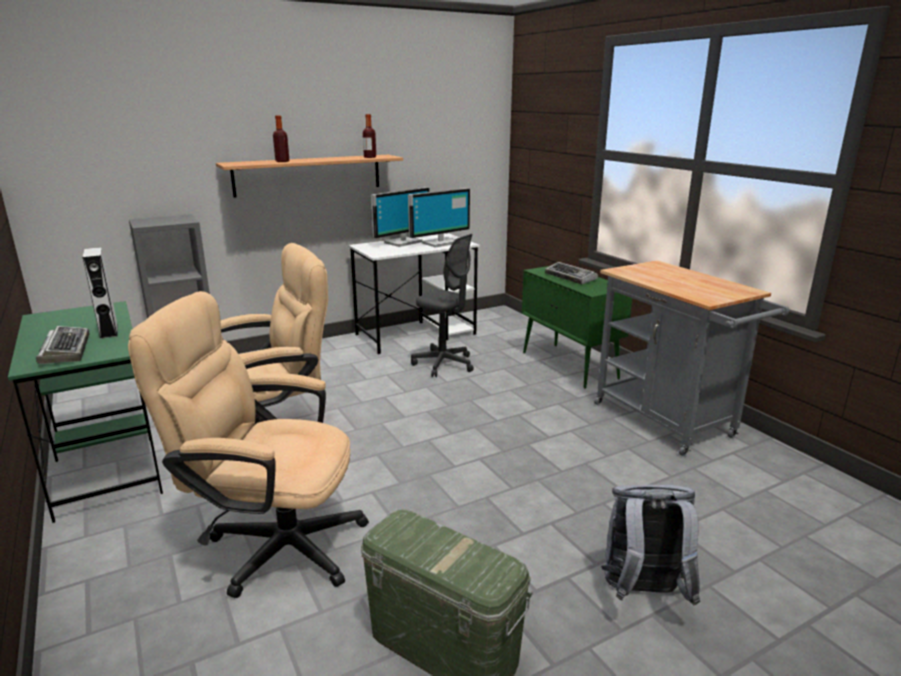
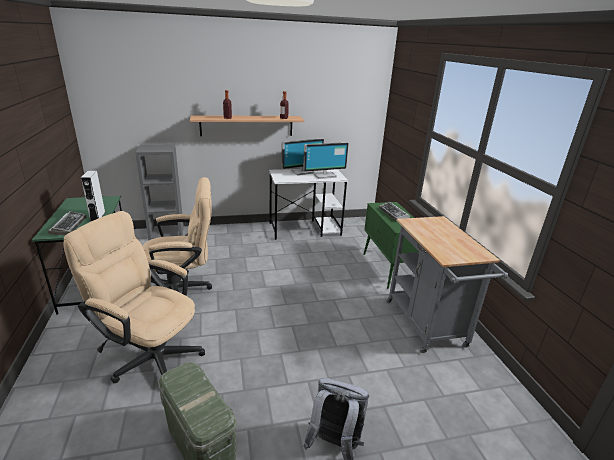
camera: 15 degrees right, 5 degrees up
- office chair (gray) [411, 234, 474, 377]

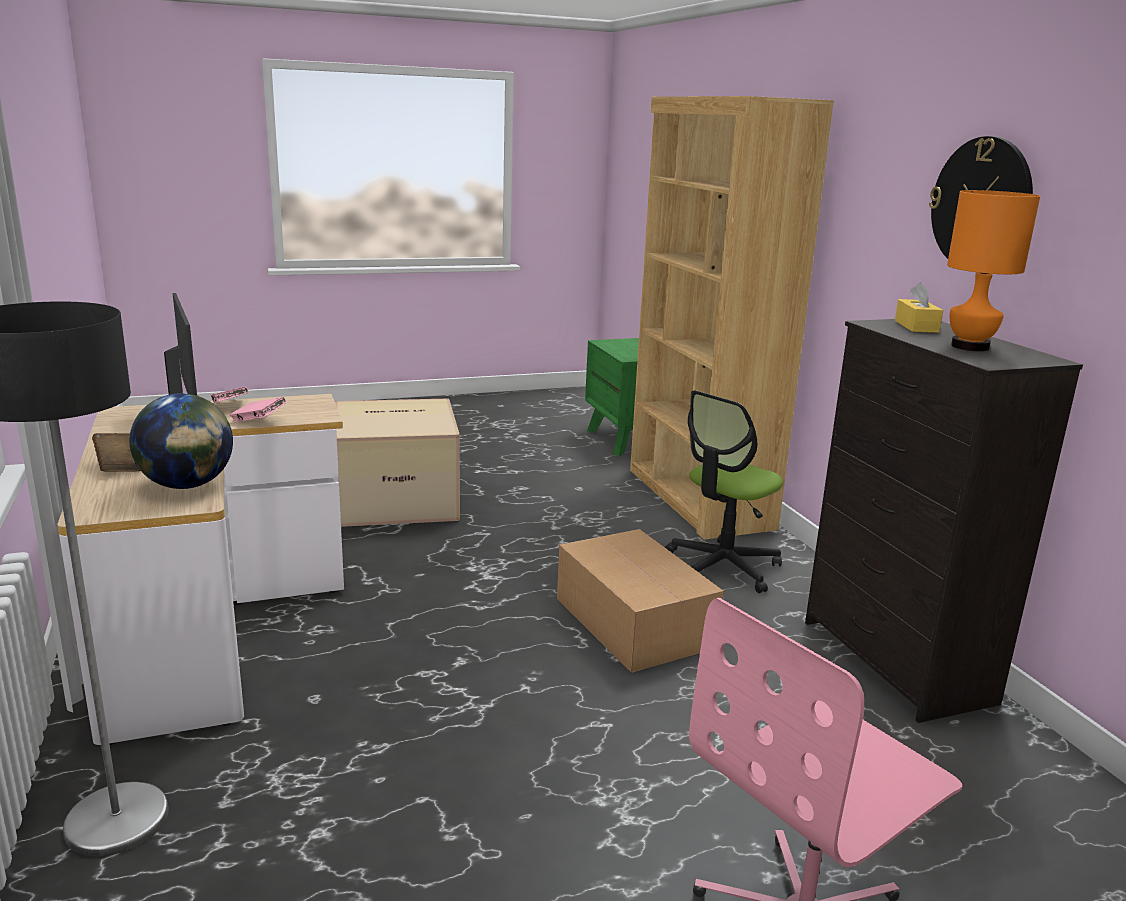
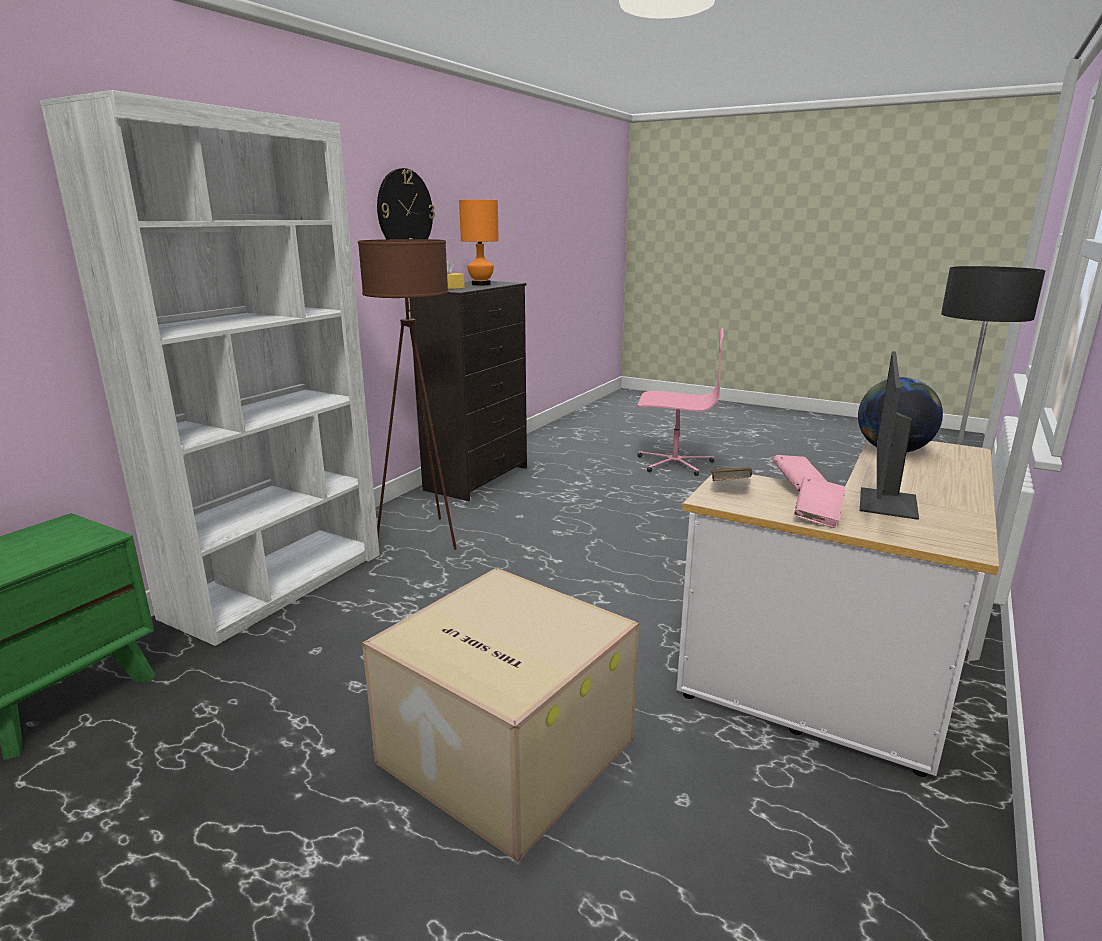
camera: 130 degrees left, 0 degrees up
~ shelving unit (brownish) [630, 96, 834, 540] to shelving unit (white-coloured) [40, 90, 380, 646]
~ office chair [665, 390, 783, 593] to standard lamp (brownish) [358, 239, 457, 550]
~ volume (brownish) [92, 433, 140, 472] to [711, 467, 752, 481]
- cardboard box [557, 529, 724, 673]

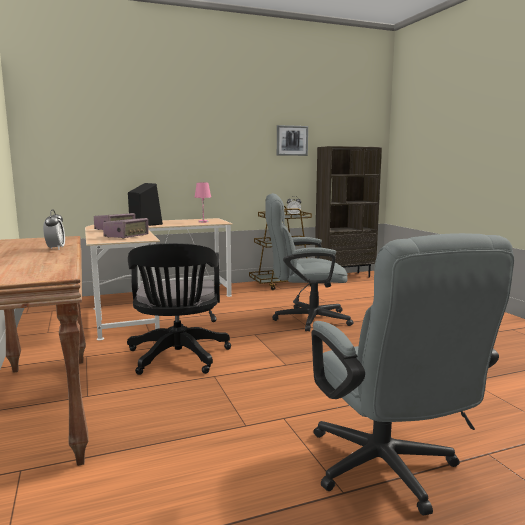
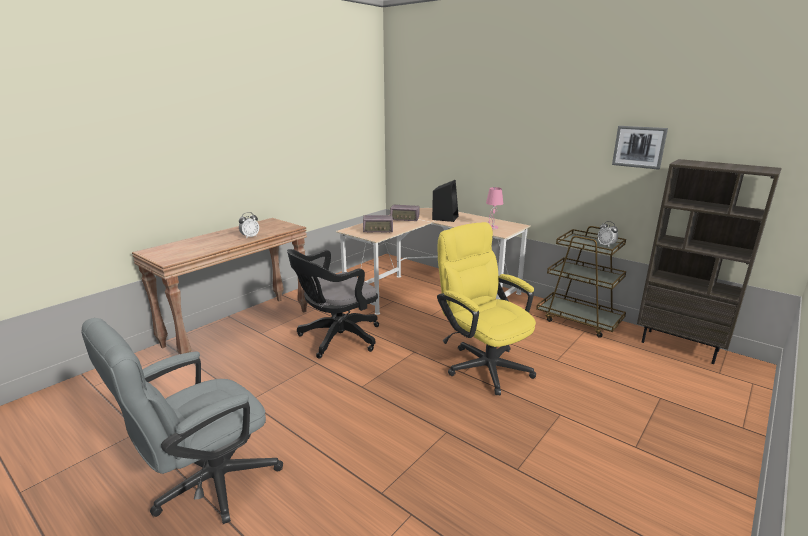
camera: 60 degrees right, 10 degrees up
~ office chair (gray) [265, 193, 354, 332] to office chair (yellow) [437, 222, 536, 395]

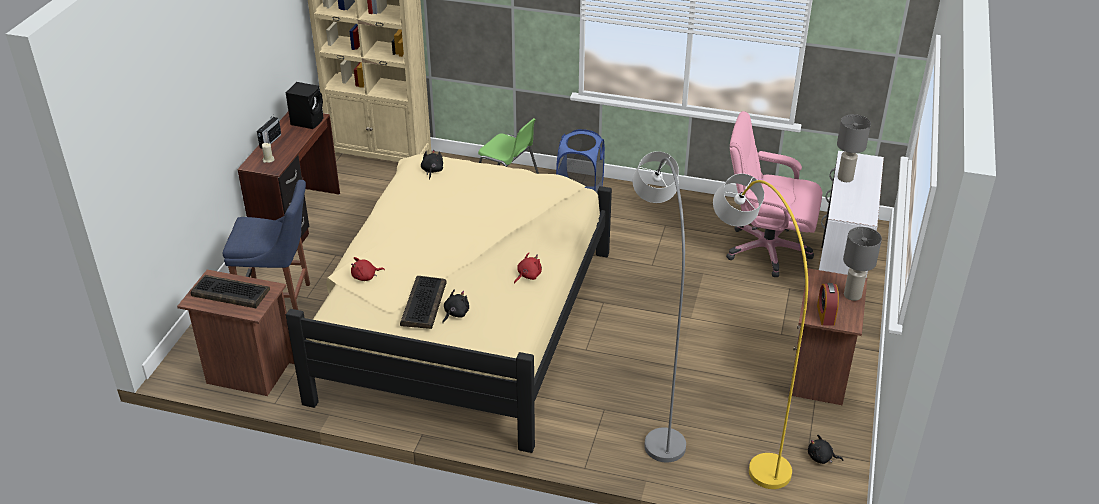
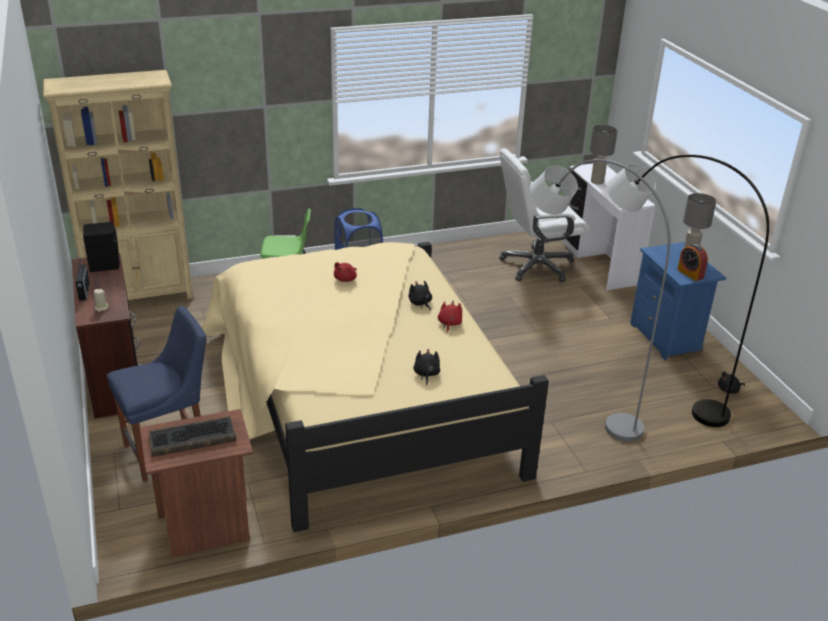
camera: 35 degrees left, 5 degrees down
~ office chair (pinkish) [726, 111, 822, 277] to office chair (white-coloured) [499, 149, 590, 282]
~ cuddly toy (blackish) [421, 150, 443, 180] to [408, 281, 432, 311]
~ standard lamp (yellow) [713, 174, 808, 489] to standard lamp (gray) [607, 154, 769, 427]
~ cuddly toy (reddish) [351, 257, 385, 281] to [334, 262, 357, 282]
~ nightstand (brownish) [789, 268, 867, 405] to nightstand (blue-coloured) [630, 242, 726, 360]
- computer keyboard [400, 276, 447, 329]

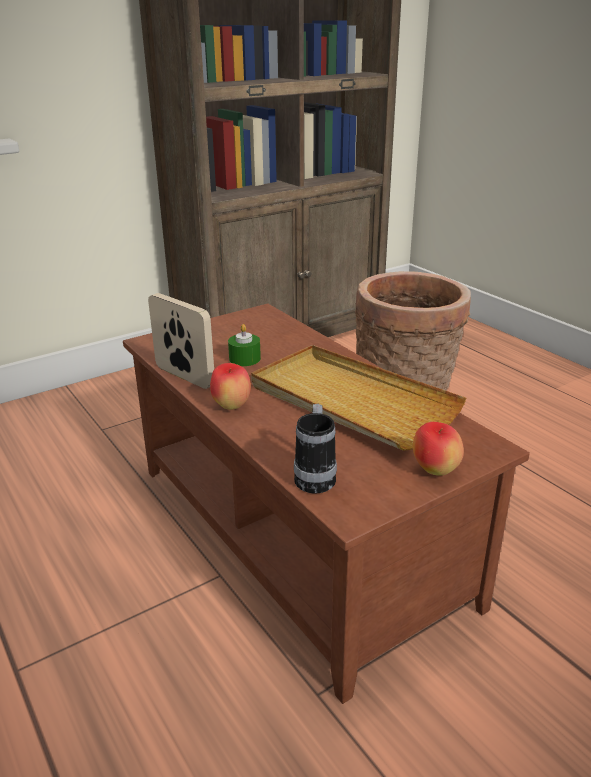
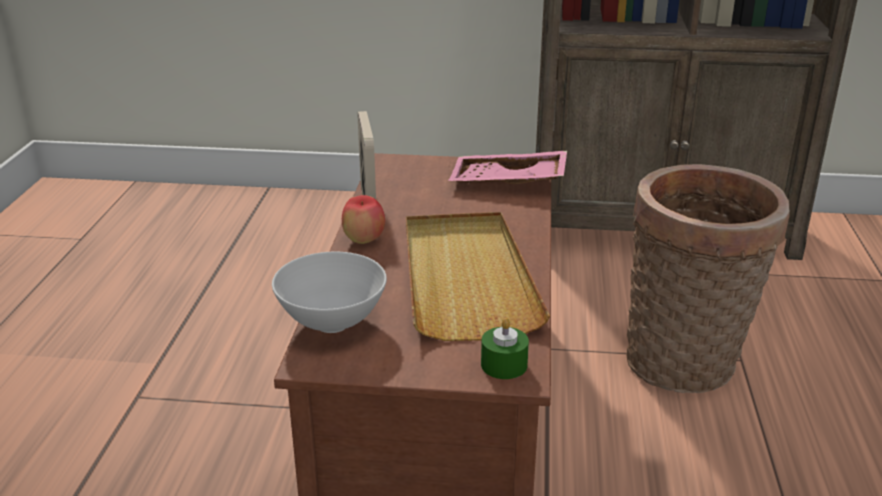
camera: 40 degrees right, 0 degrees up
~ wax light (green) [228, 324, 261, 366] to [481, 318, 529, 379]
~ mug [294, 404, 337, 493] to serving bowl (white-coloured) [272, 252, 387, 333]
- apple fruit [413, 422, 464, 476]
+ serving tray (pinkish) [448, 151, 567, 184]

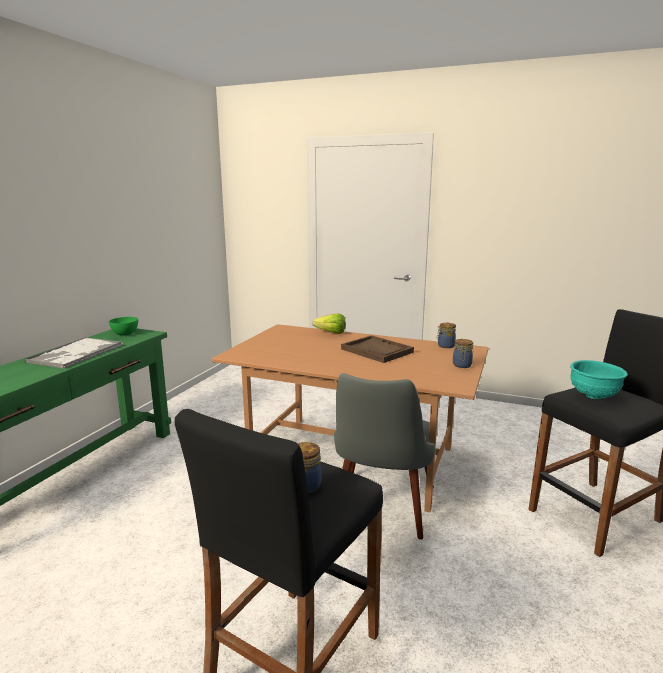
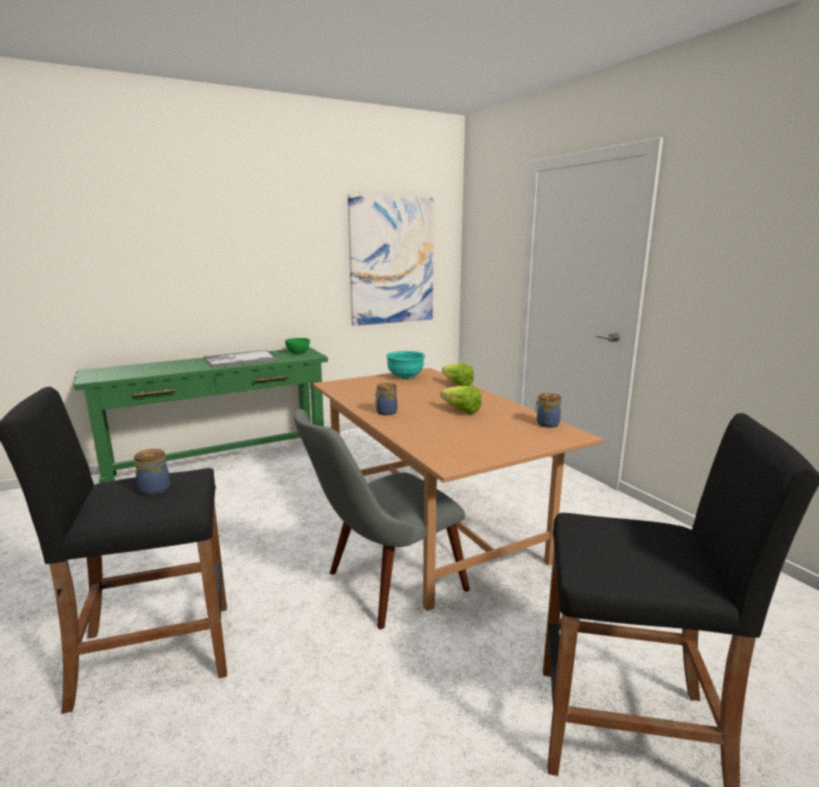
camera: 40 degrees right, 0 degrees up
~ serving tray (brownish) [341, 335, 414, 363] to lettuce head [440, 386, 481, 414]
~ storage jar [453, 339, 473, 368] to [375, 383, 398, 415]
~ serving bowl (blue-green) [570, 360, 628, 399] to [386, 351, 425, 379]
+ wall picture [348, 194, 434, 326]

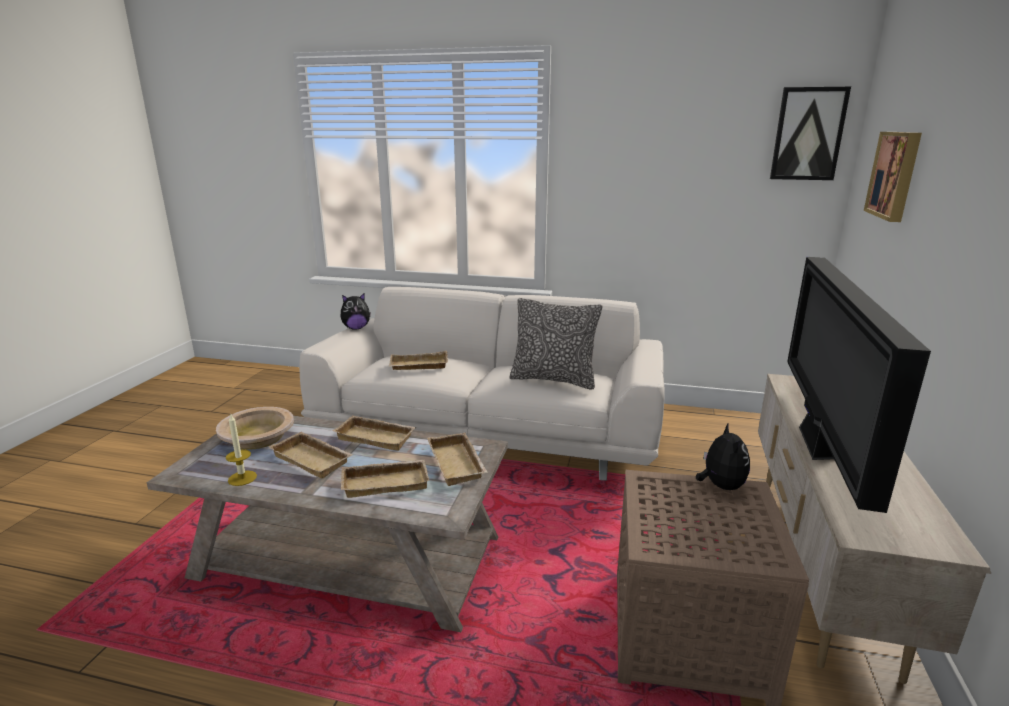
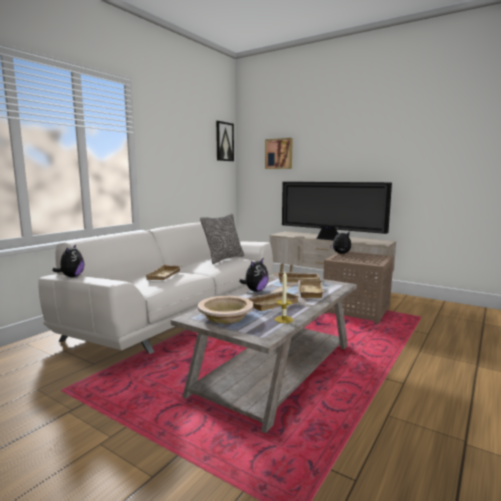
camera: 70 degrees left, 10 degrees down
~ serving tray (beige) [333, 415, 416, 451] to cuddly toy [239, 258, 269, 292]

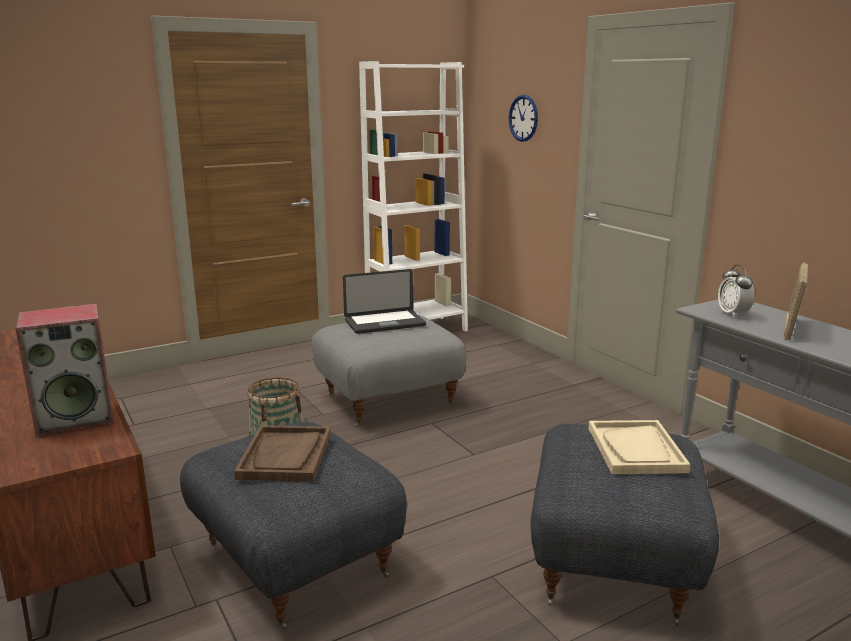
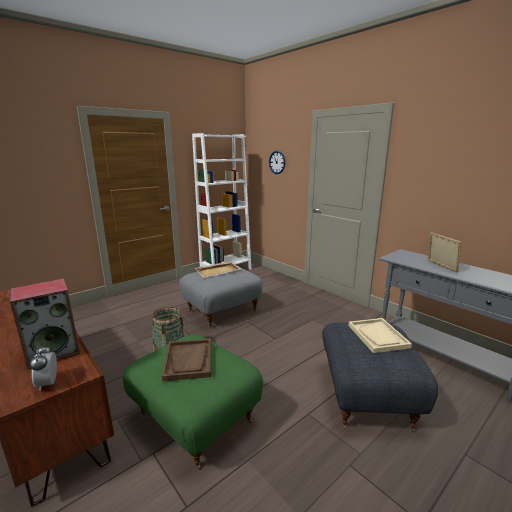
camera: 10 degrees left, 0 degrees up
~ picture frame [784, 262, 808, 341] = [428, 232, 462, 273] 150 degrees clockwise
~ bedside clock [718, 265, 755, 318] to [30, 343, 57, 391]
~ laptop [343, 269, 426, 334] to serving tray (beige) [195, 262, 241, 278]
~ ottoman (gray) [180, 422, 407, 629] to ottoman (green) [123, 334, 263, 469]

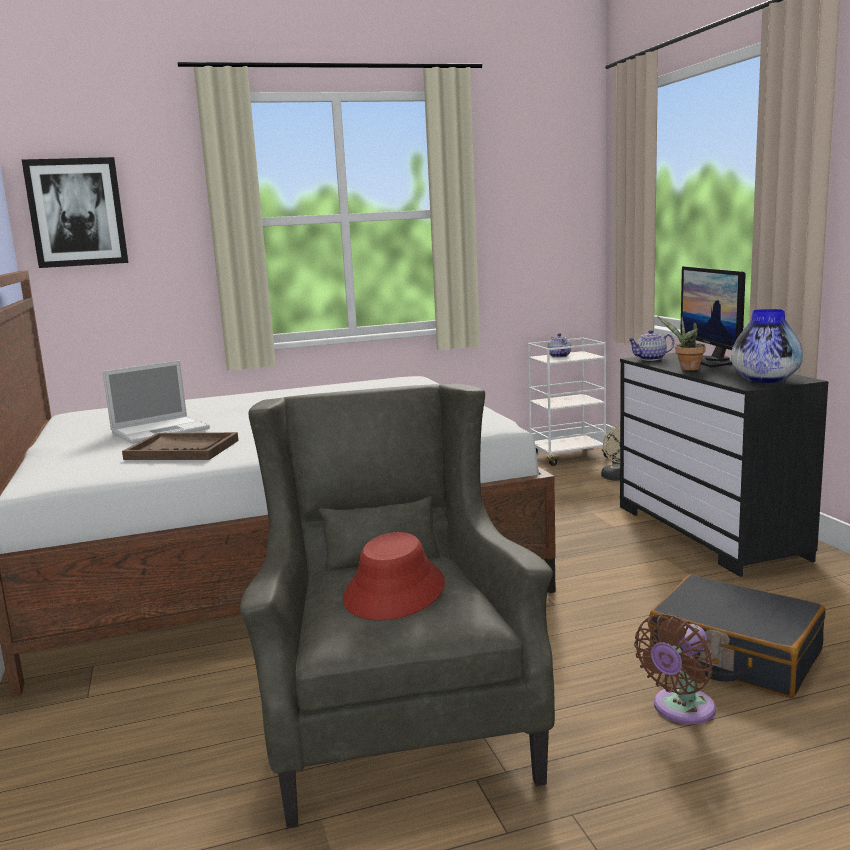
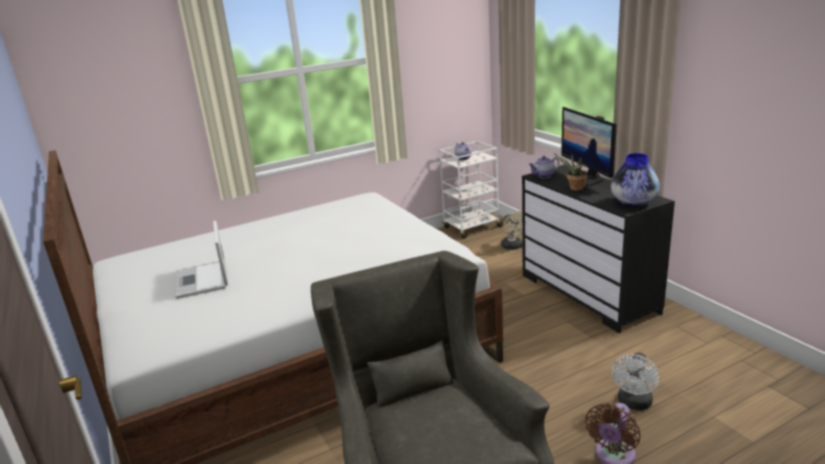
camera: 10 degrees left, 10 degrees up
- wall picture [22, 157, 129, 268]
~ laptop [103, 360, 210, 444] = [175, 221, 228, 299] 120 degrees clockwise
- serving tray (brownish) [122, 432, 239, 460]
- clothing hat (reddish) [343, 532, 445, 620]
~ suitcase (blackish) [649, 574, 826, 698] to cooling fan (white-coloured) [612, 353, 660, 410]

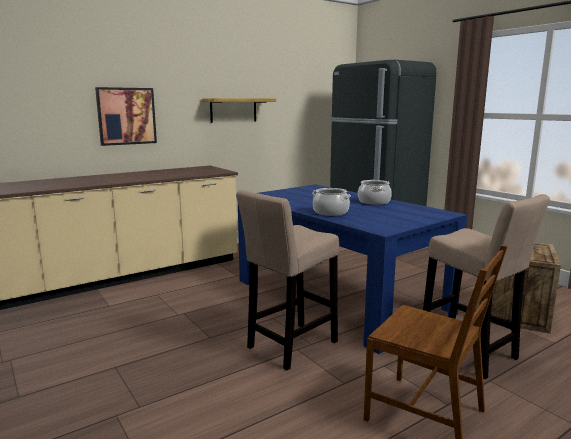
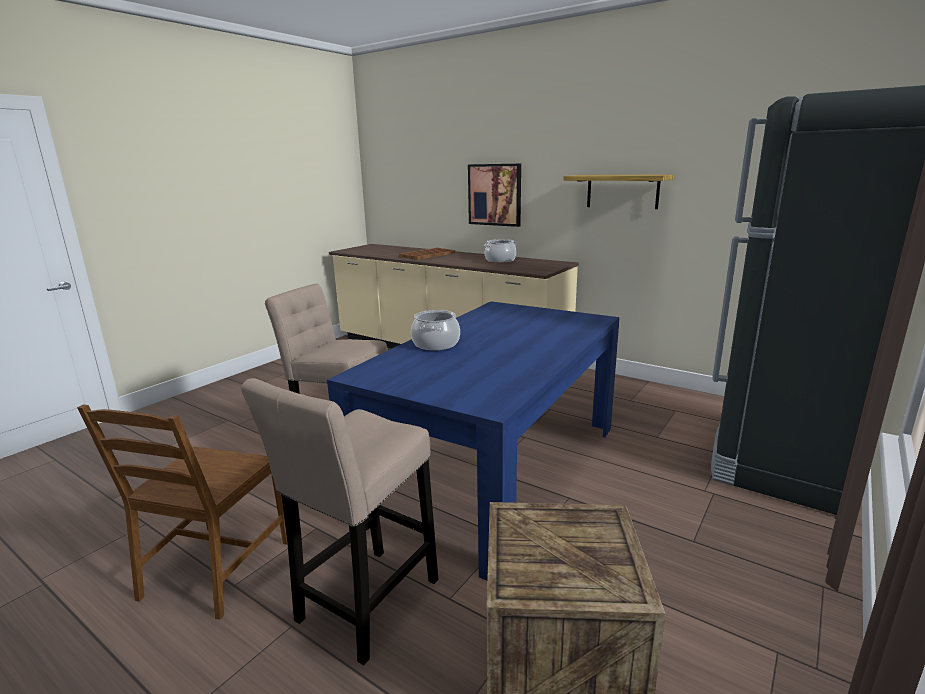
camera: 70 degrees right, 5 degrees up
~ saucepot [358, 180, 392, 205] to [484, 239, 517, 263]
+ serving tray (brownish) [399, 248, 456, 260]

